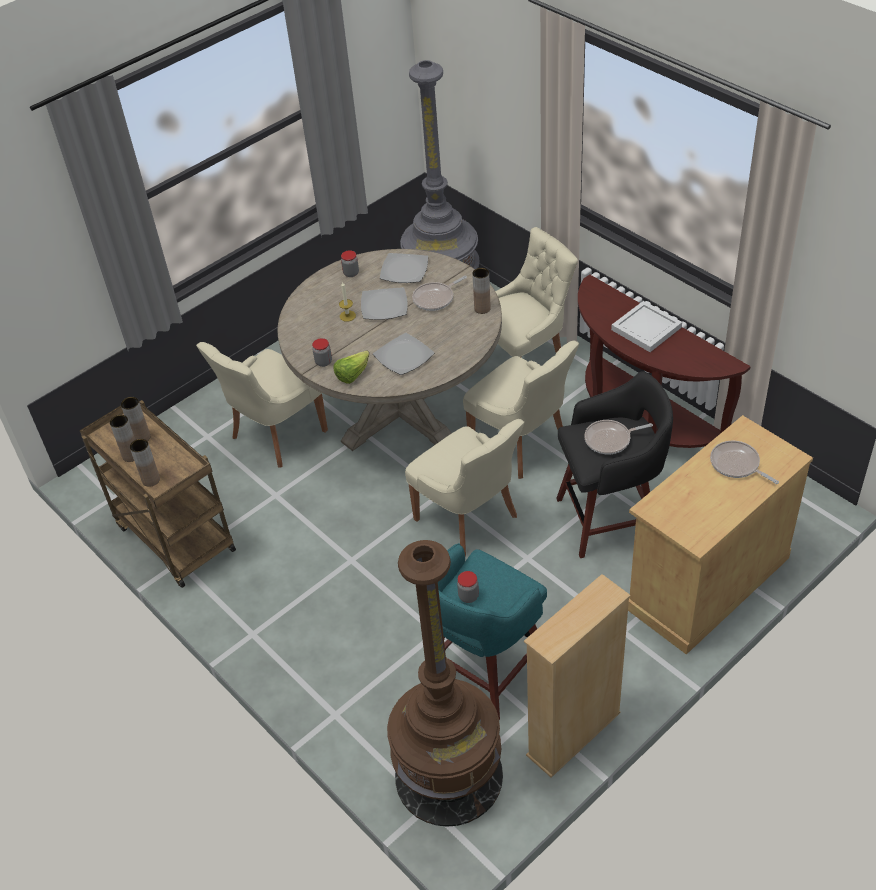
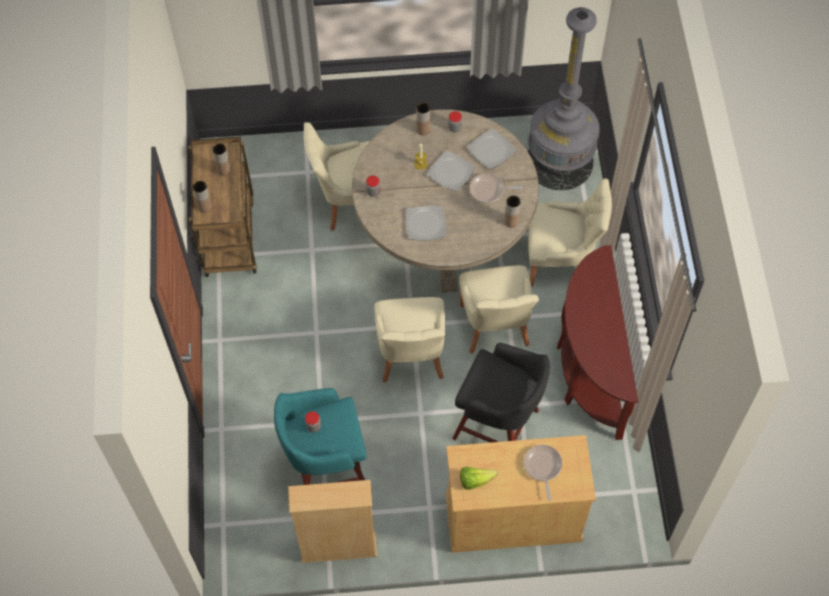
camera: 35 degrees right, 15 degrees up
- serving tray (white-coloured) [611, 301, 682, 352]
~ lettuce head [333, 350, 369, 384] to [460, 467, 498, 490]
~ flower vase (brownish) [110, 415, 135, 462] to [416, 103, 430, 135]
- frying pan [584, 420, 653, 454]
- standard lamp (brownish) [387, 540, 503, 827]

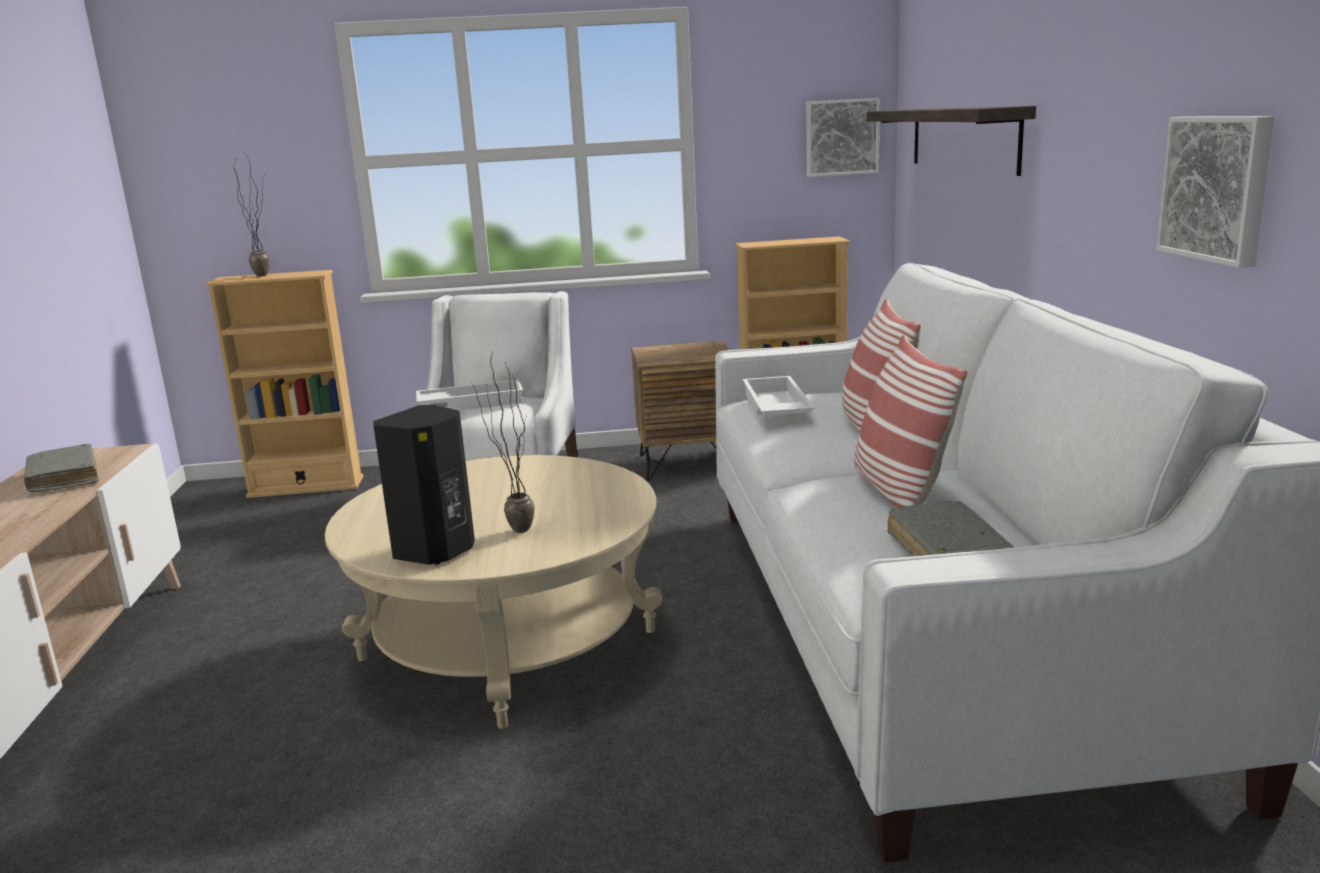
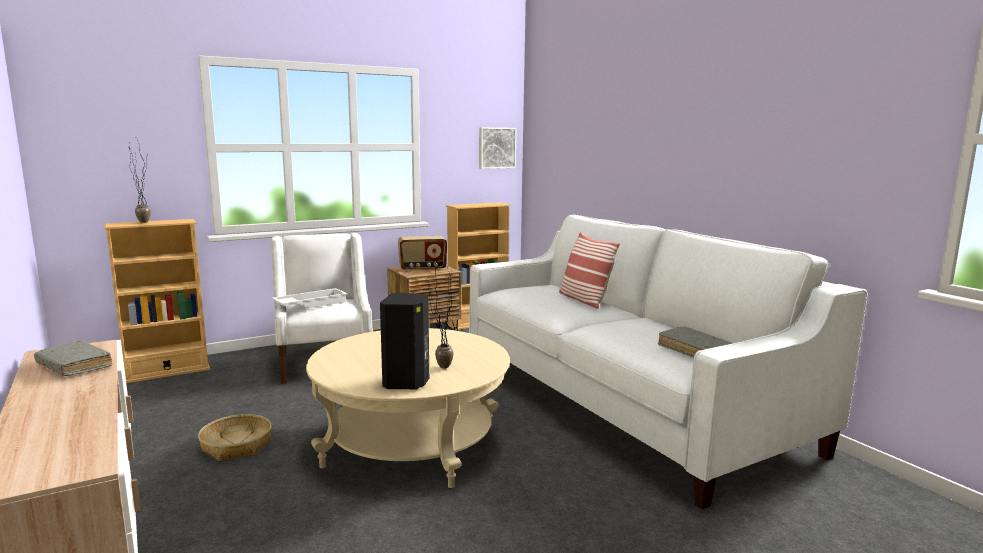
camera: 25 degrees left, 5 degrees down
- wall shelf [867, 106, 1036, 176]
- wall picture [1156, 116, 1274, 268]
- cushion [854, 335, 968, 508]
- serving tray (white-coloured) [742, 376, 815, 416]
+ radio [398, 236, 447, 271]
+ basket [198, 414, 272, 462]

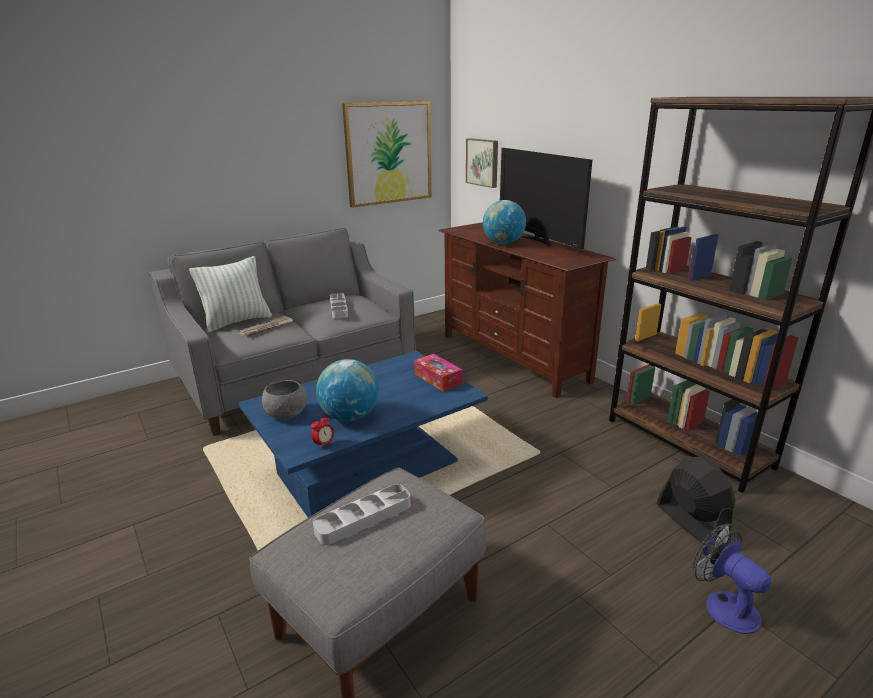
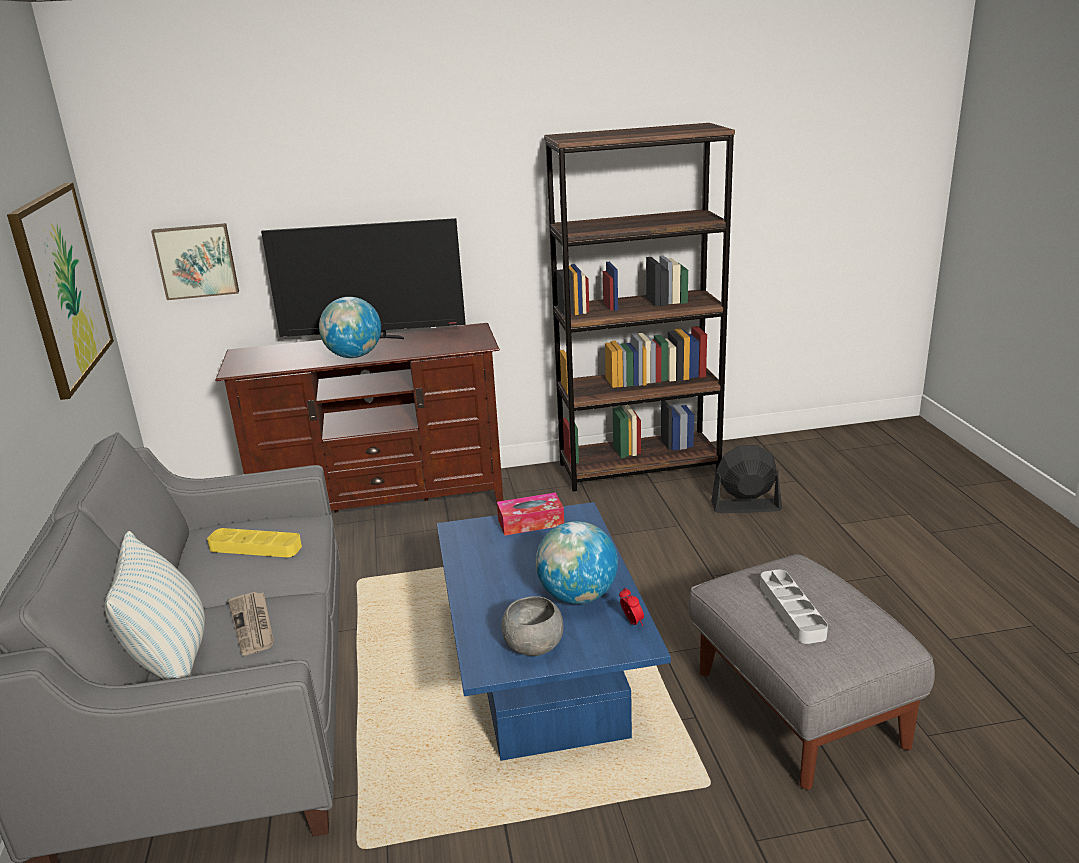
camera: 65 degrees left, 0 degrees up
~ serving tray (gray) [330, 293, 348, 319] to serving tray (yellow) [207, 528, 302, 557]
- cooling fan [693, 524, 771, 634]

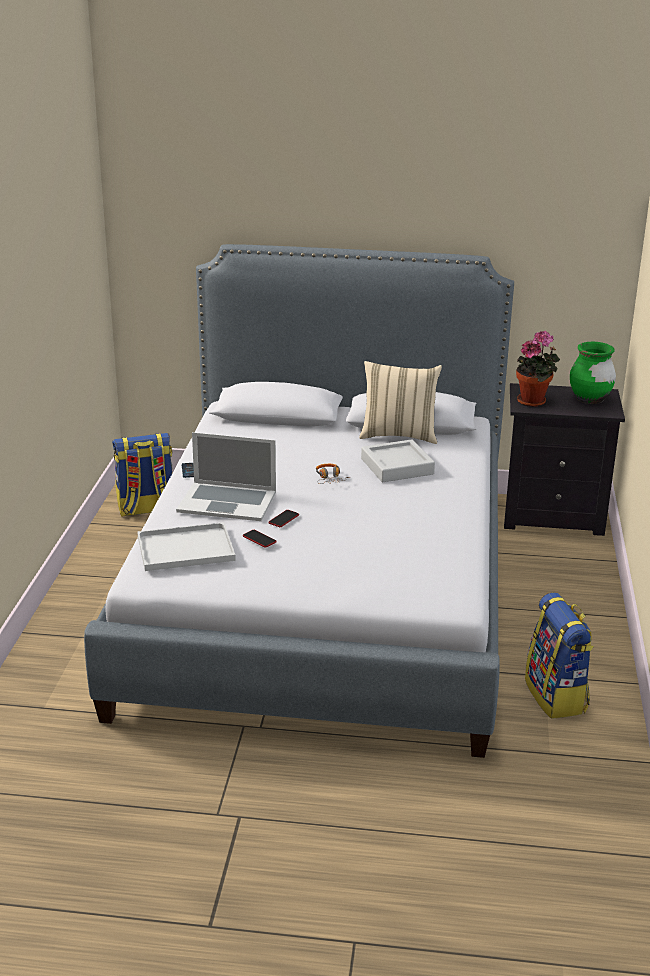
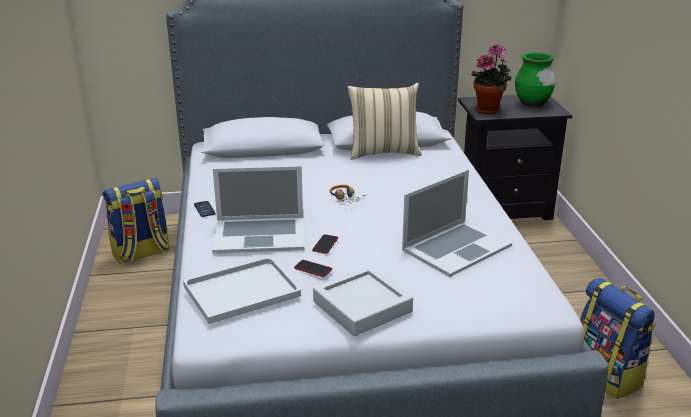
camera: 15 degrees left, 0 degrees up
~ serving tray (gray) [361, 439, 435, 482] to [313, 266, 413, 336]
+ laptop [402, 170, 512, 277]

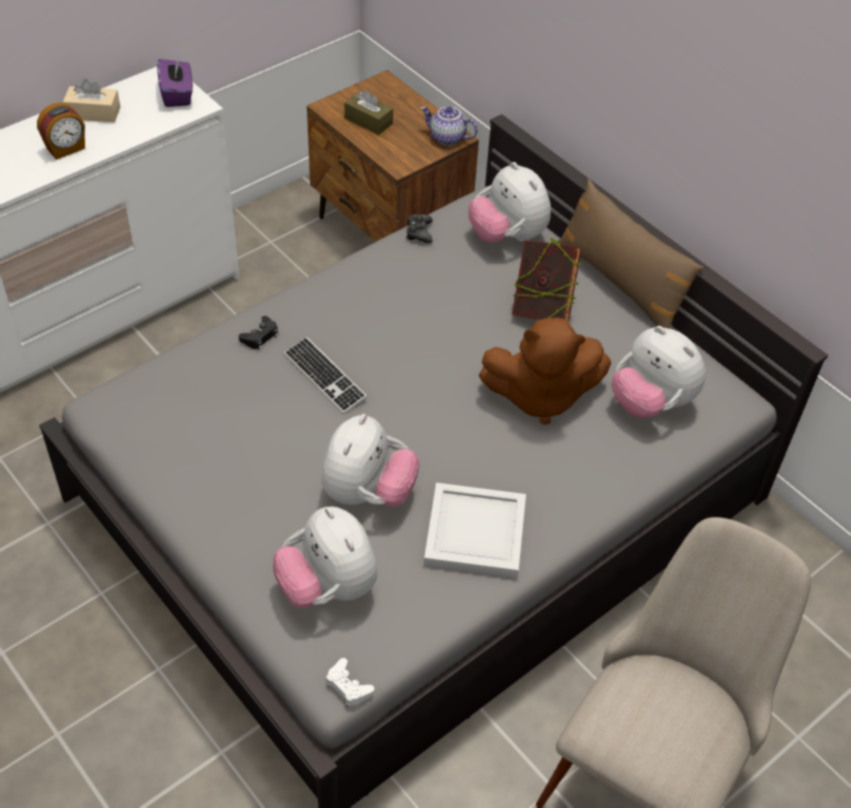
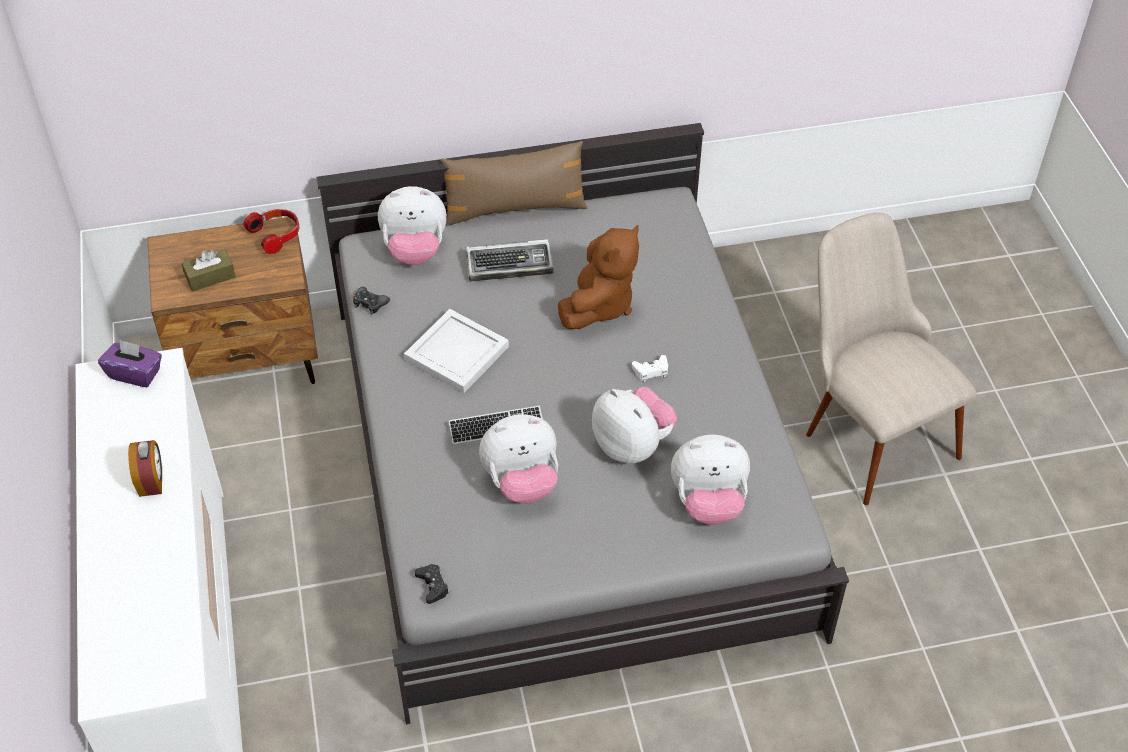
camera: 60 degrees left, 0 degrees up
- tissue box (beige) [63, 79, 120, 123]
~ teapot [421, 106, 478, 145] to pair of headphones [243, 209, 300, 254]
~ volume [512, 238, 581, 321] to computer keyboard [466, 239, 554, 282]
~ gamepad (blackish) [239, 316, 279, 350] to [414, 564, 450, 604]
~ cuddly toy [612, 326, 706, 418] to [479, 414, 558, 503]
~ serving tray (white-coloured) [424, 483, 526, 578] to [404, 309, 509, 393]
~ gamepad (white-coloured) [326, 658, 374, 707] to [632, 355, 668, 382]

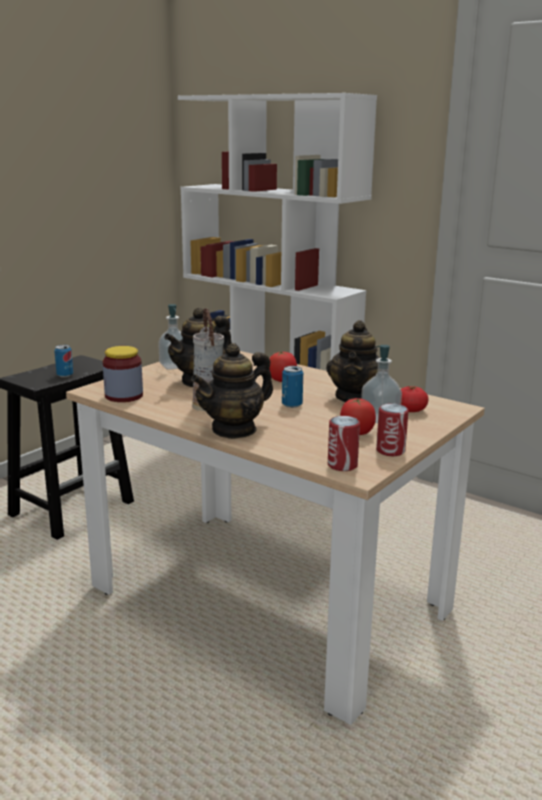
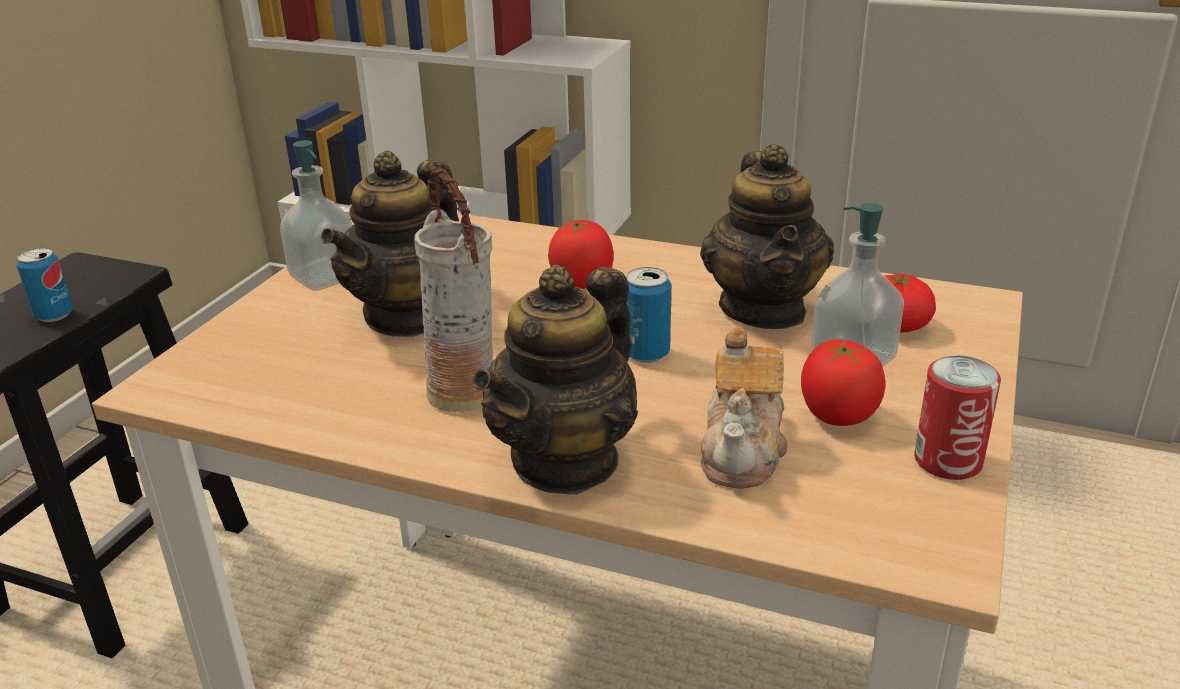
camera: 15 degrees left, 10 degrees up
- storage jar [103, 346, 143, 402]
- can [328, 416, 360, 471]
+ teapot [701, 327, 788, 489]

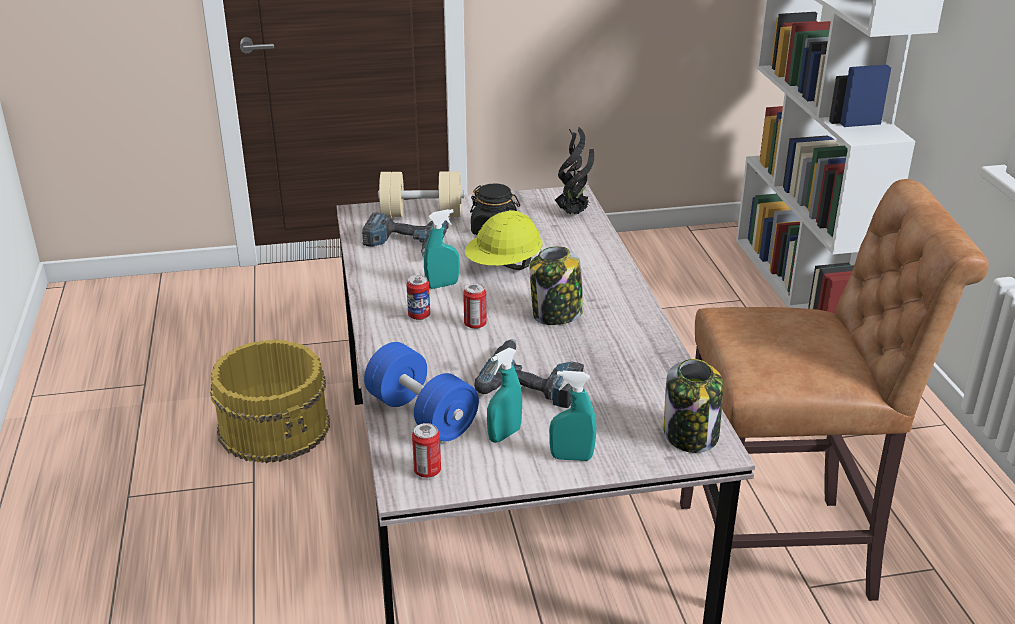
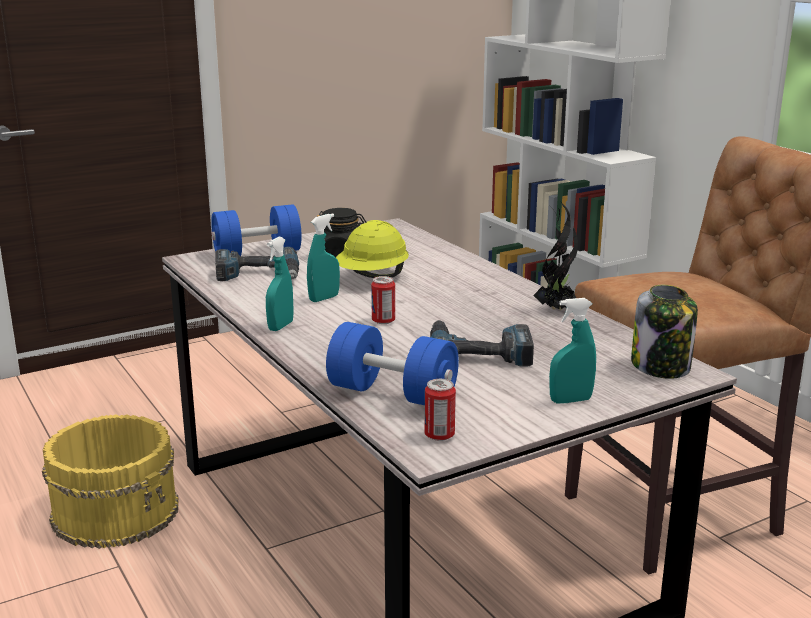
camera: 20 degrees left, 10 degrees down
~ potted plant [555, 127, 594, 215] to [533, 203, 578, 310]
~ free weight (beige) [378, 171, 464, 217] to free weight (blue-coloured) [211, 204, 302, 256]
- storage jar [530, 246, 584, 325]
- can [406, 275, 430, 320]
~ hand sprayer (blue-green) [487, 348, 522, 443] to [266, 237, 294, 331]

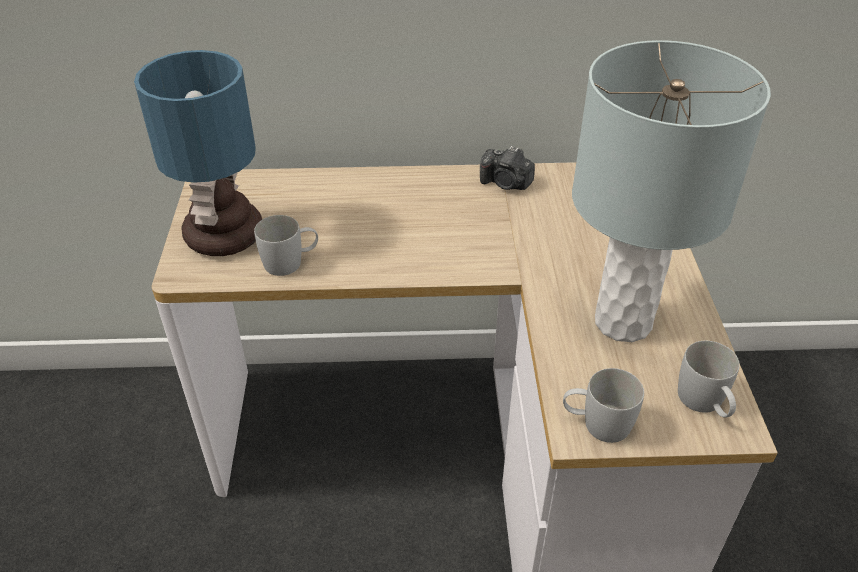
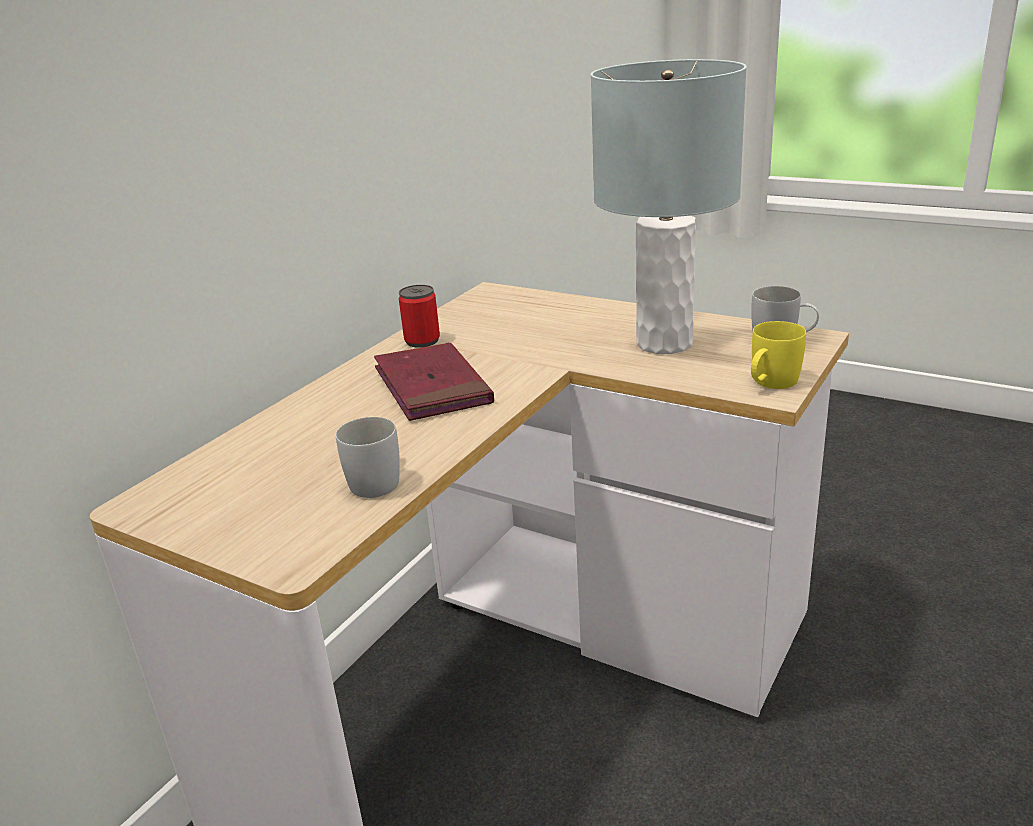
camera: 55 degrees left, 15 degrees down
- tabletop lamp [134, 50, 262, 256]
~ photo camera [480, 146, 535, 190] to can [399, 285, 440, 348]
~ mug (white-coloured) [563, 368, 644, 443] to mug (yellow) [751, 321, 806, 389]
+ volume (reddish) [374, 343, 494, 421]

